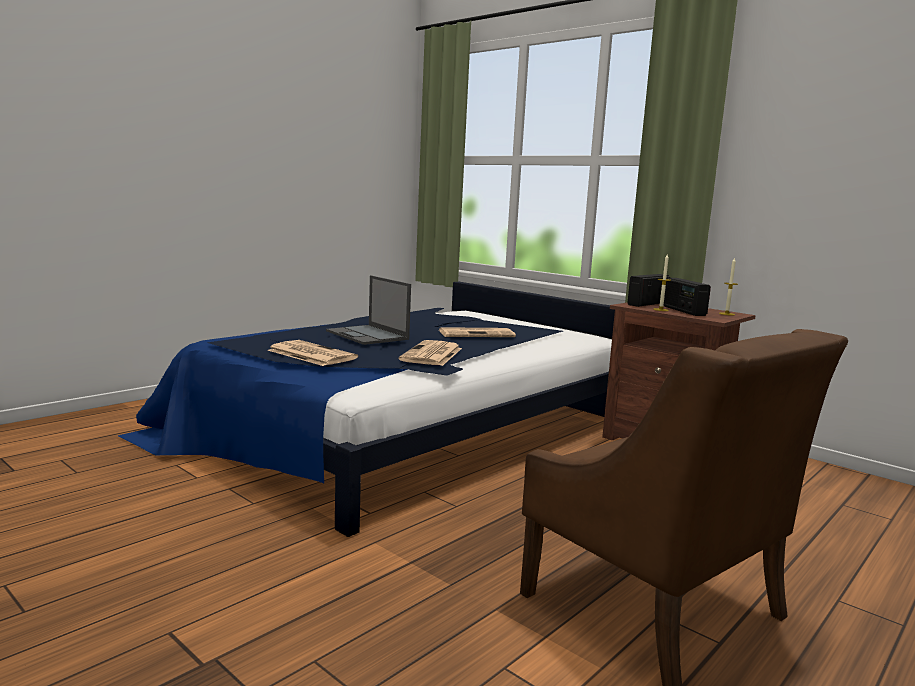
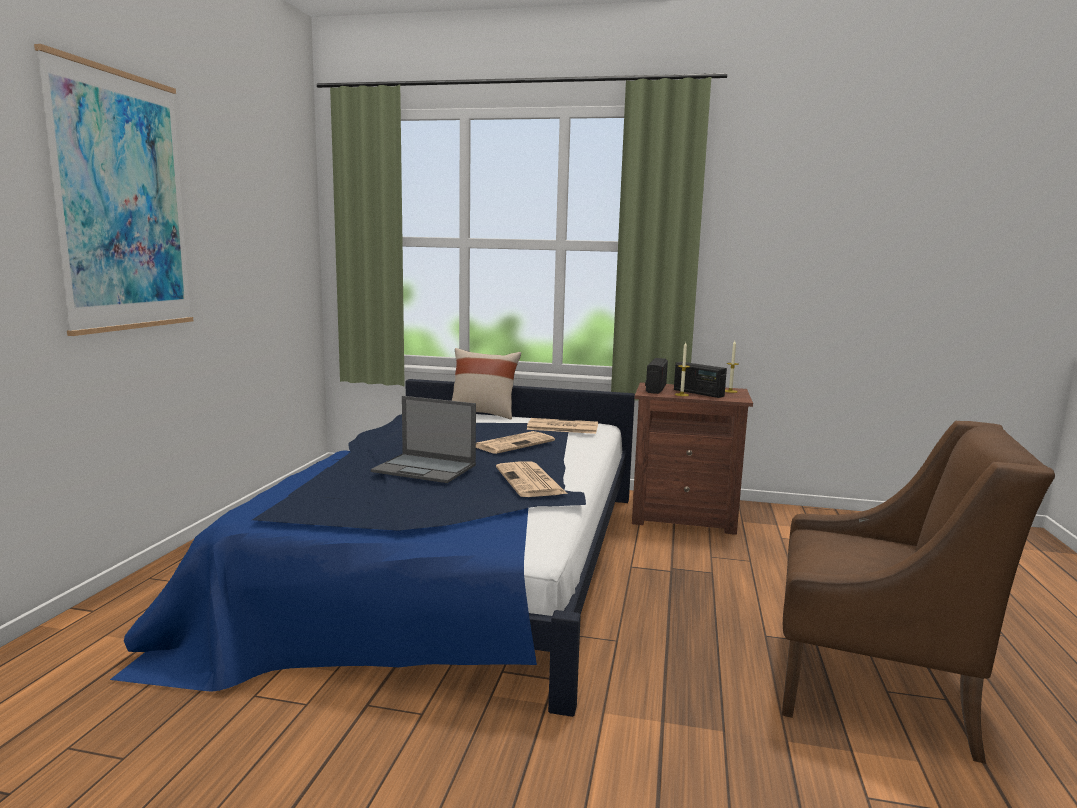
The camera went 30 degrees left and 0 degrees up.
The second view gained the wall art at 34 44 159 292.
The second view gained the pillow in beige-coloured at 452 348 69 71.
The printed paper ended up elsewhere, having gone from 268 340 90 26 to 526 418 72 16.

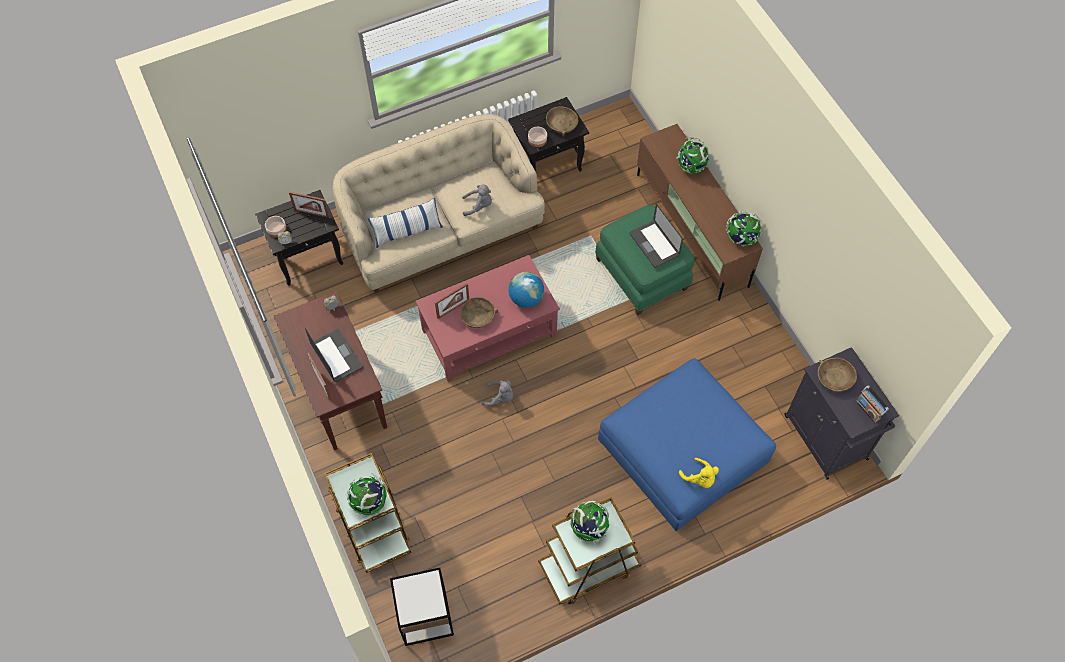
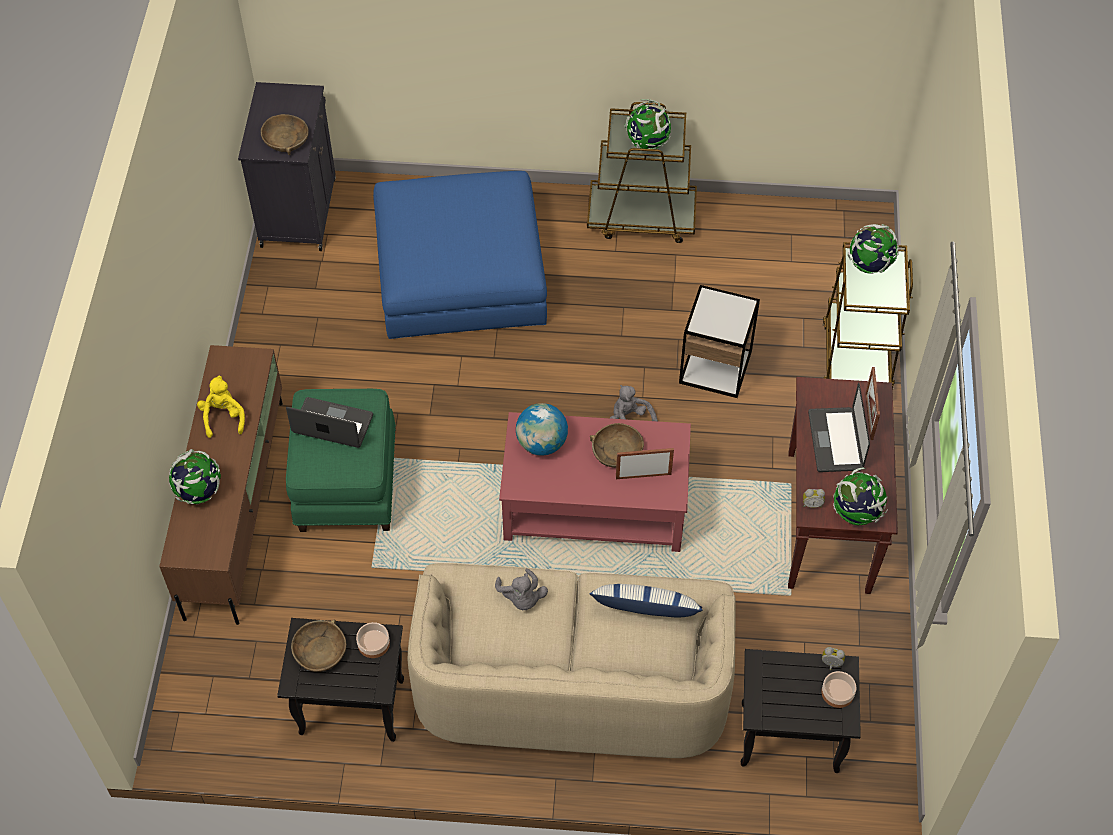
The camera went 150 degrees left and 5 degrees down.
The plush toy in yellowish ended up elsewhere, having gone from 679 458 40 30 to 197 375 48 63.
The portable computer at 630 204 53 64 ended up facing another way, 75 degrees counterclockwise from before.
The plush toy in grey at 462 185 30 31 ended up facing another way, 135 degrees counterclockwise from before.
The side table ended up elsewhere, having gone from 390 568 64 78 to 679 285 81 113.
The world globe ended up elsewhere, having gone from 726 211 36 35 to 833 468 55 57.
The second view lost the picture frame at 289 192 41 26.
The second view lost the radio receiver at 856 385 33 38.

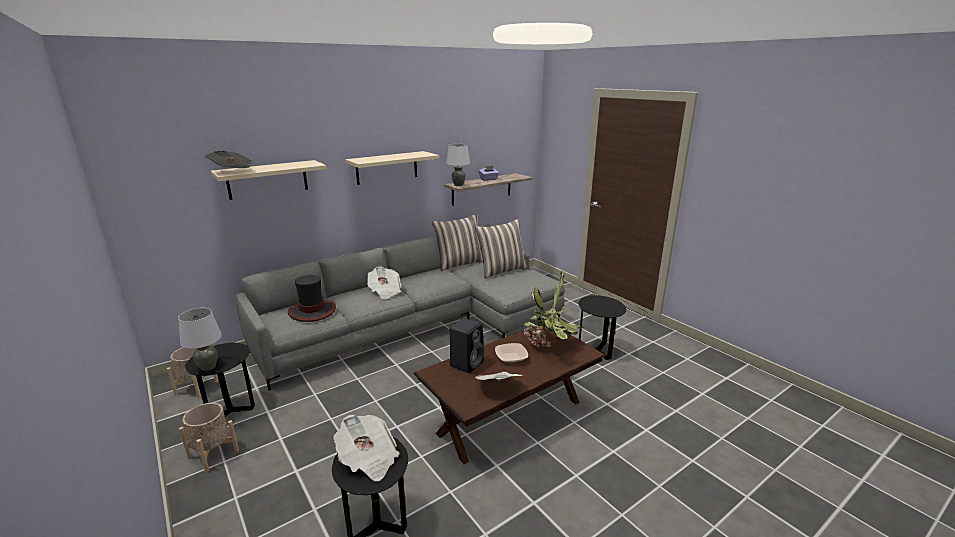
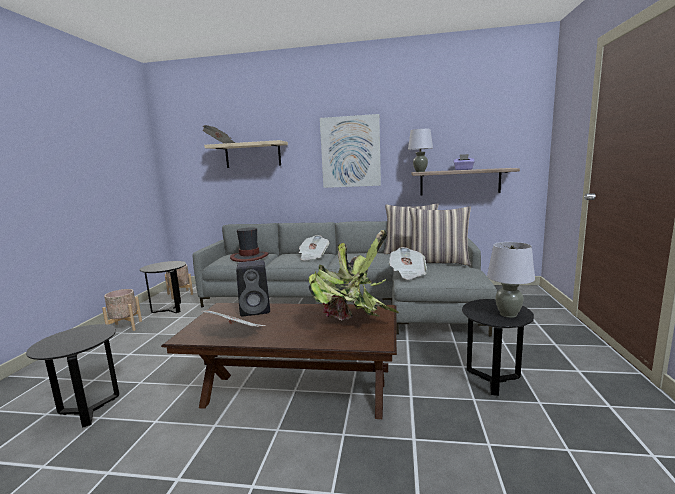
The camera went 45 degrees right and 10 degrees down.
Where the bracket shelf in beige-coloured hung at 345 151 94 34, the wall art came to hang at 320 114 61 74.
The printed paper ended up elsewhere, having gone from 333 414 67 67 to 389 247 38 33.
The lamp for a table in grey ended up elsewhere, having gone from 178 308 44 63 to 487 242 48 76.
The second view lost the serving bowl at 495 343 33 20.

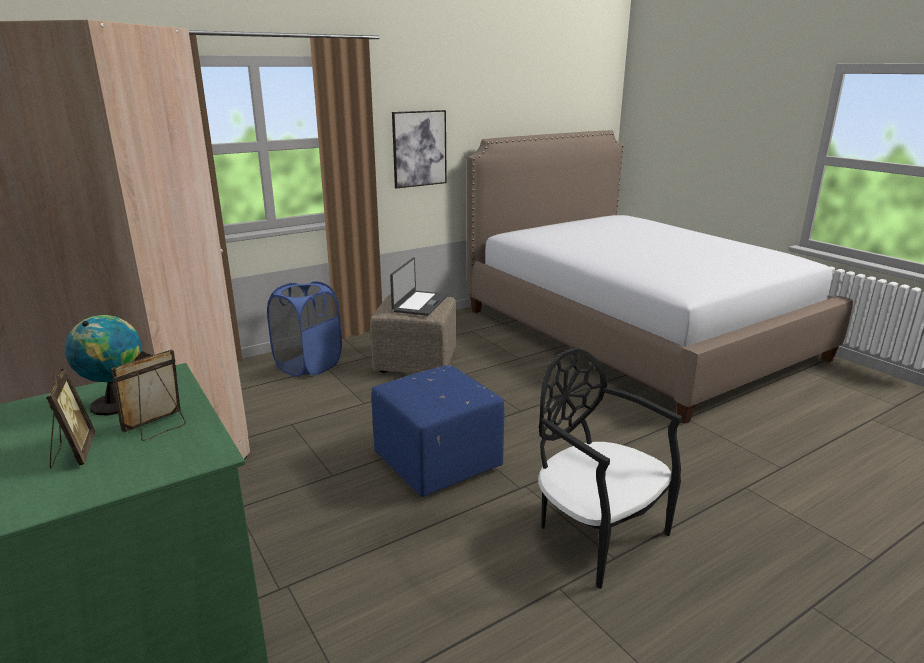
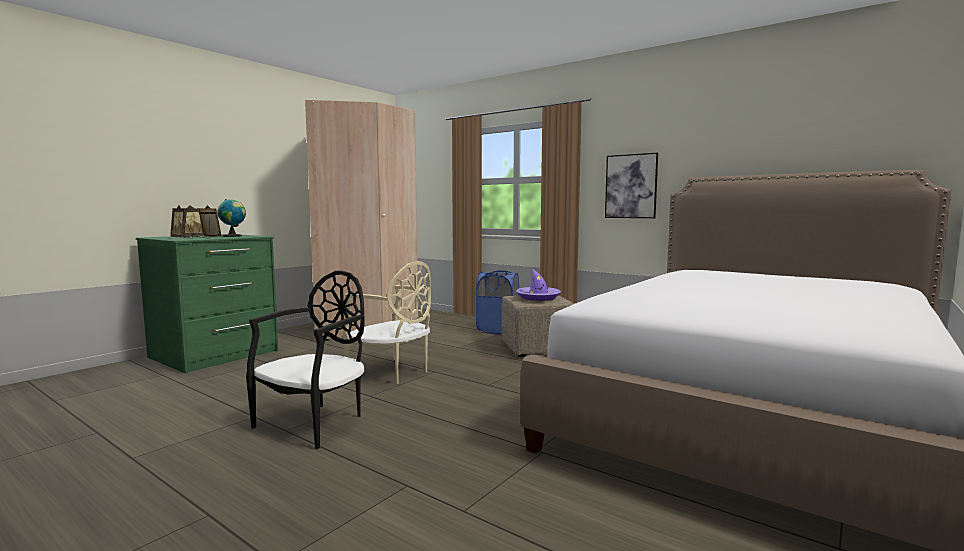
The camera went 70 degrees right and 15 degrees down.
The second view gained the picture frame at 170 206 23 32.
Where the pouffe in blue stood at 371 365 133 132, the upright chair in beige-coloured came to stand at 343 261 88 123.
Where the portable computer stood at 390 258 58 58, the wearable hat in purple-coloured came to stand at 516 269 45 32.

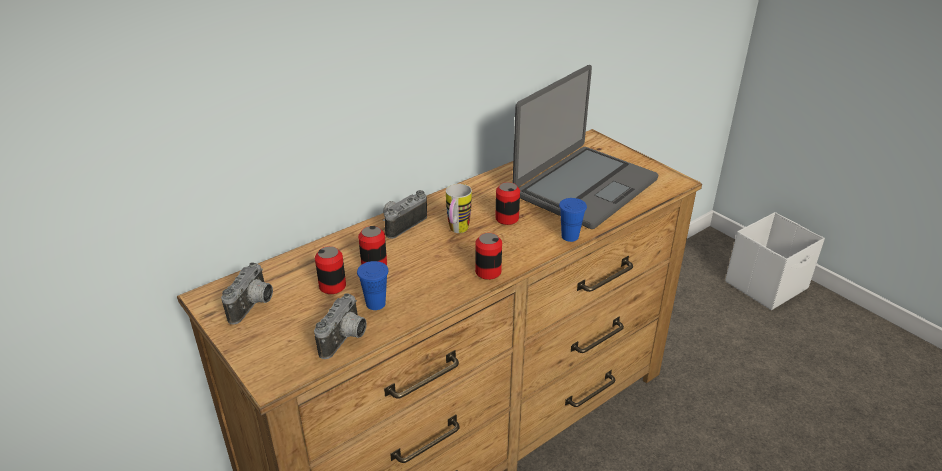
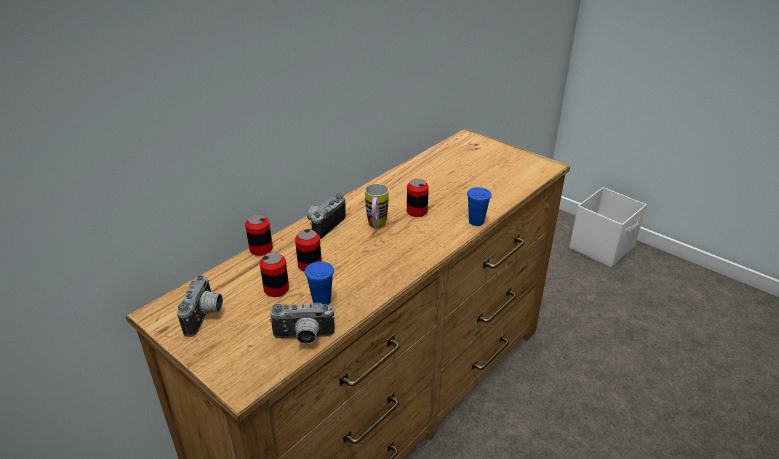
The camera went 10 degrees left and 0 degrees up.
The metal can ended up elsewhere, having gone from 475 233 27 47 to 245 214 28 42.
The photo camera at 314 293 53 66 ended up facing another way, 75 degrees clockwise from before.
The second view lost the portable computer at 513 65 145 164.

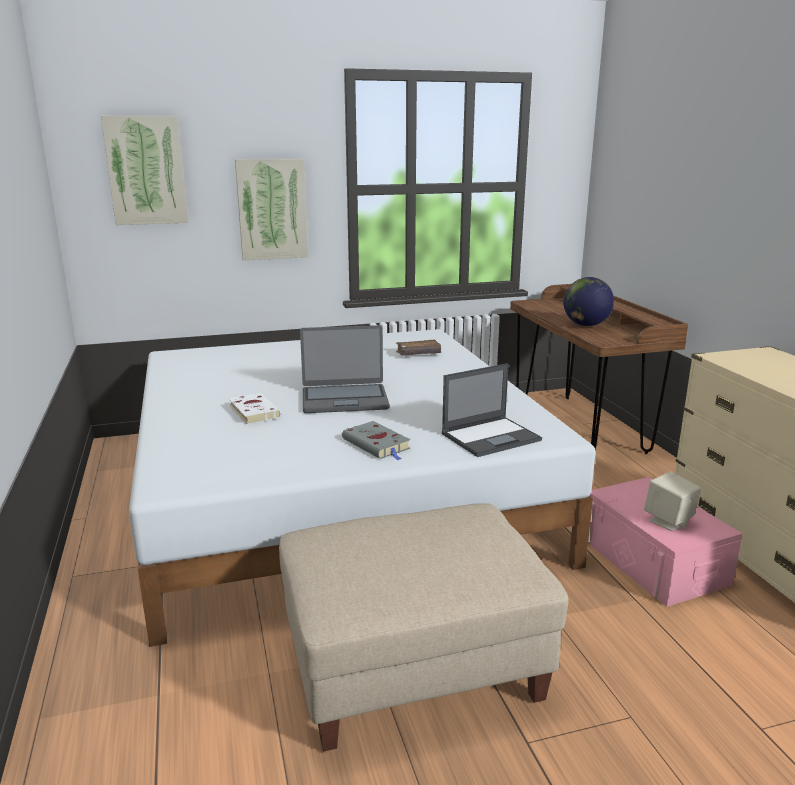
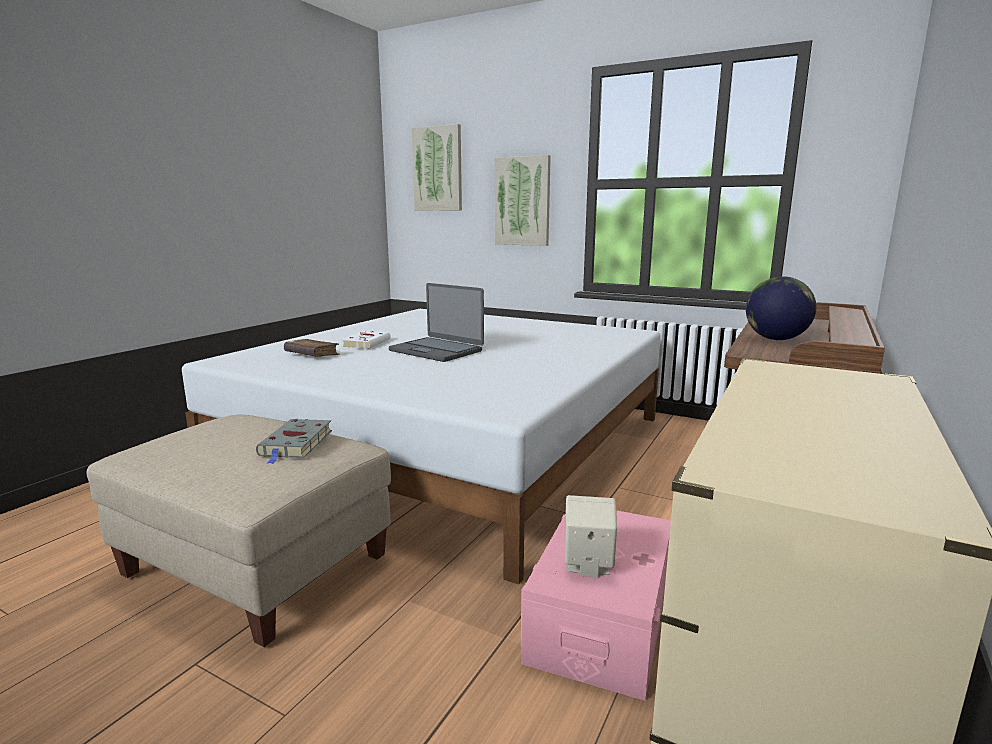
The camera went 45 degrees right and 5 degrees down.
The volume in grey ended up elsewhere, having gone from 342 421 68 39 to 256 419 76 45.
The volume in brownish ended up elsewhere, having gone from 396 339 45 16 to 284 339 55 18.
The second view lost the portable computer at 442 363 100 94.

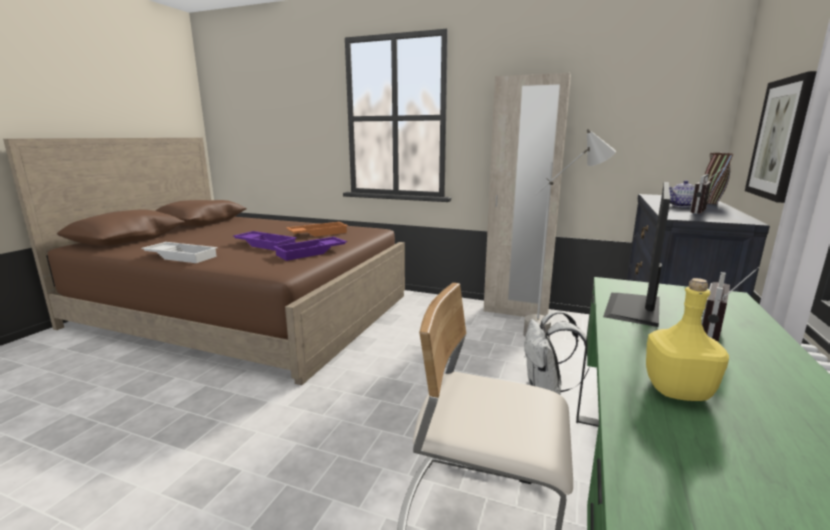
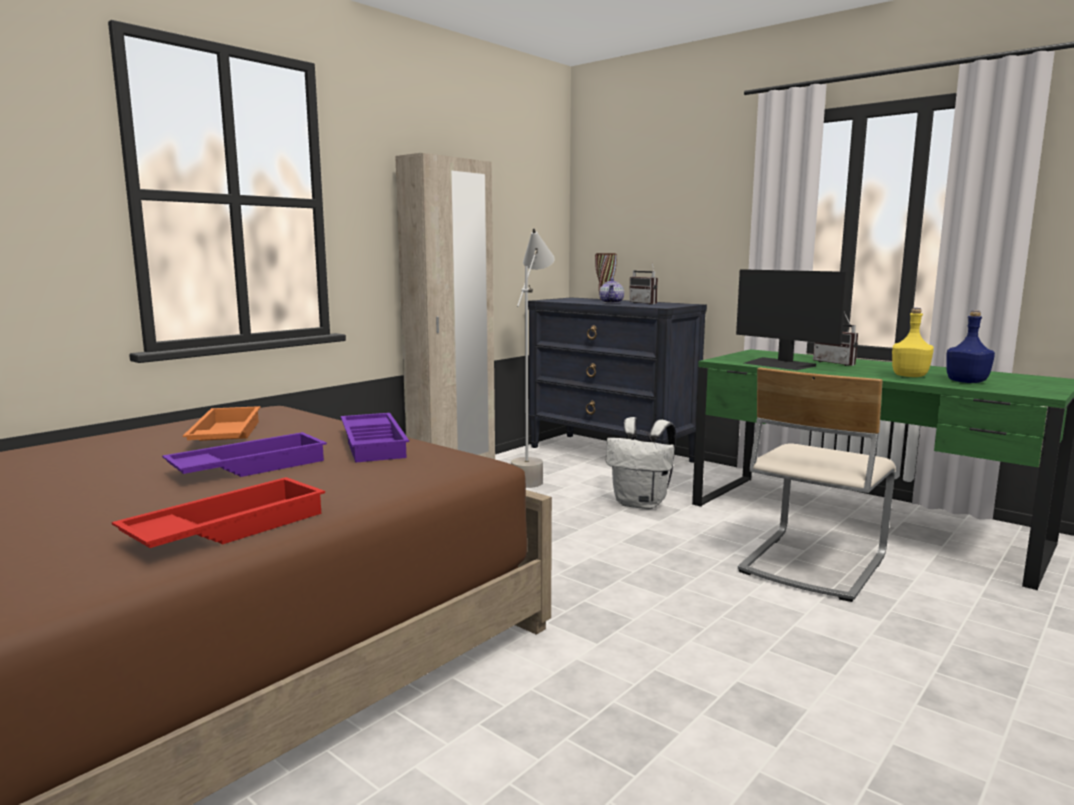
The camera went 70 degrees left and 5 degrees down.
What was the carrying tray in white-coloured at 141 242 77 21 turned into the carrying tray in reddish at 112 477 213 71.
The second view gained the bottle in blue at 946 310 49 73.
The second view lost the wall art at 745 71 72 132.

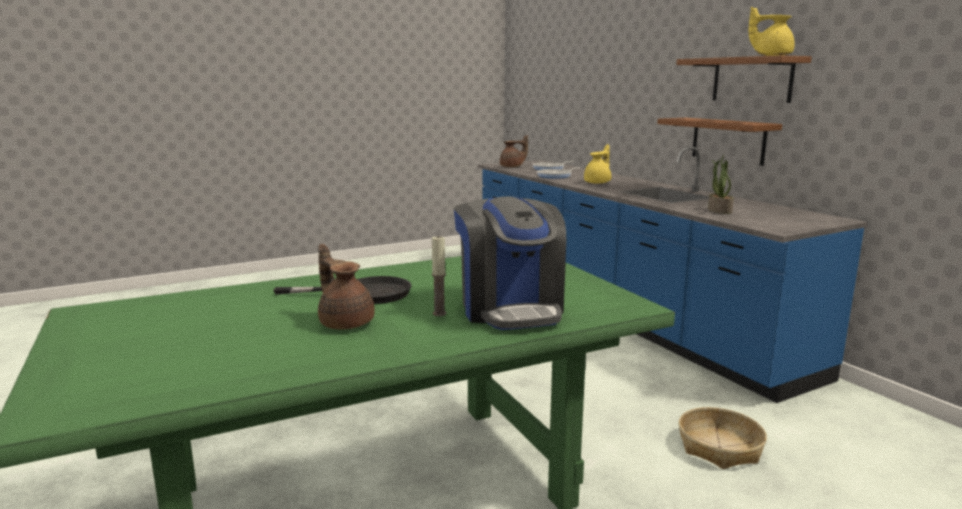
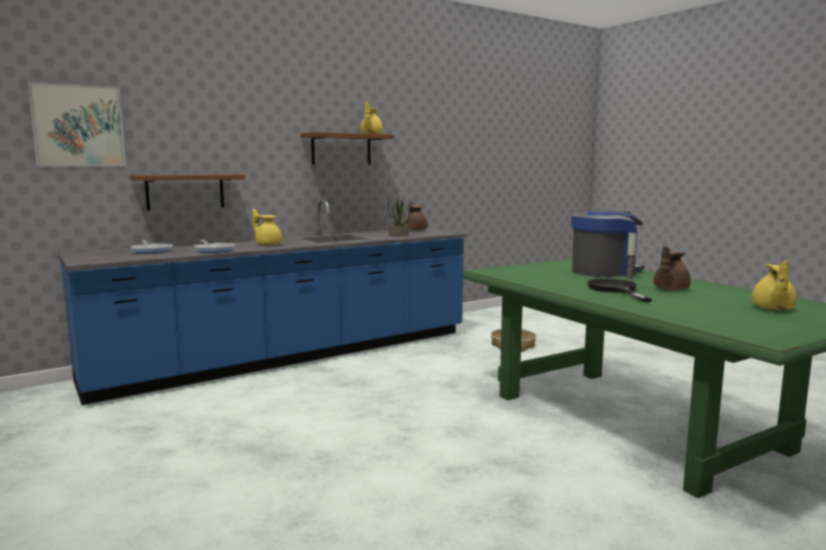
The camera went 95 degrees left and 5 degrees down.
The second view gained the wall art at 27 82 99 84.
The bracket shelf in brownish ended up elsewhere, having gone from 657 118 125 48 to 130 174 115 36.
The pot for tea in brownish ended up elsewhere, having gone from 500 135 28 32 to 406 200 22 30.
The second view gained the pot for tea in yellowish at 751 260 46 50.

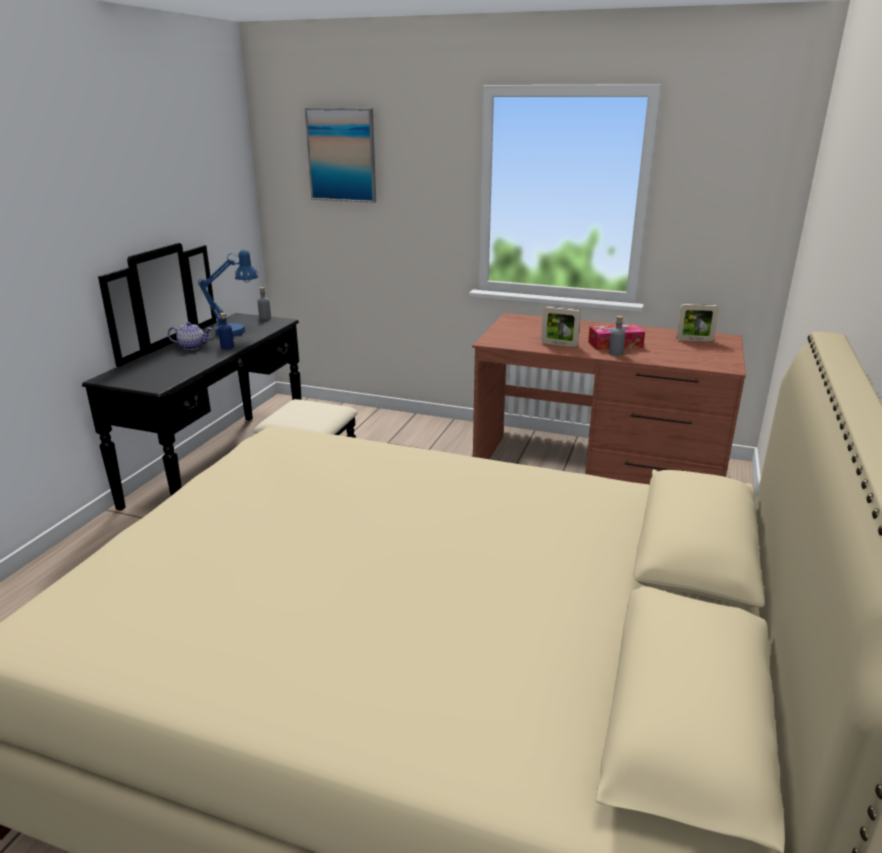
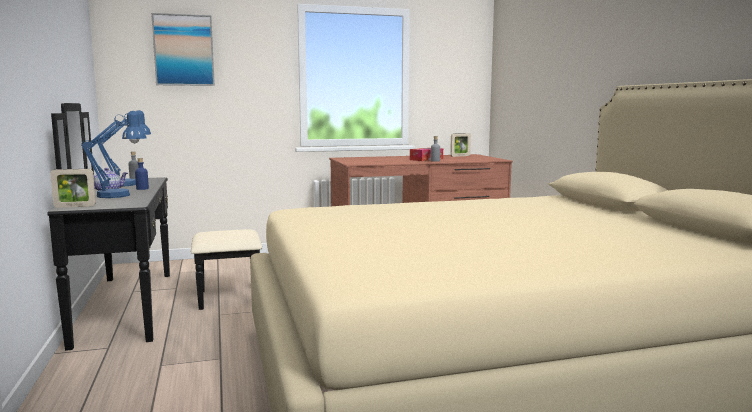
The camera went 35 degrees left and 15 degrees down.
The picture frame ended up elsewhere, having gone from 541 307 40 40 to 50 169 46 39.
The second view gained the lamp for a table in blue at 81 111 65 87.

